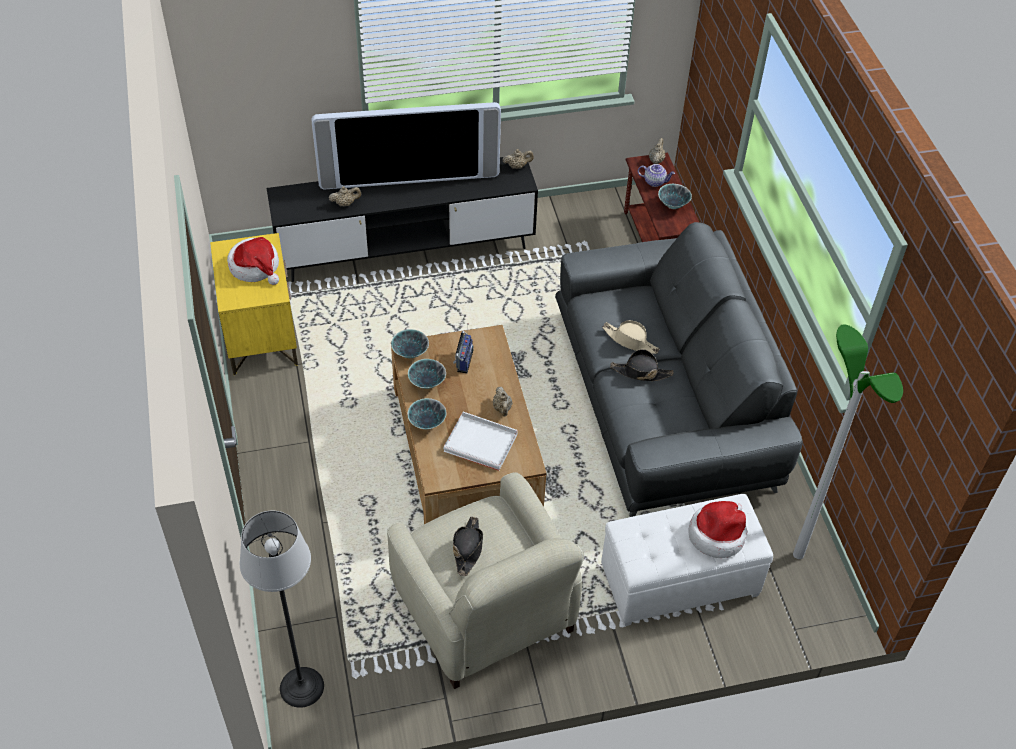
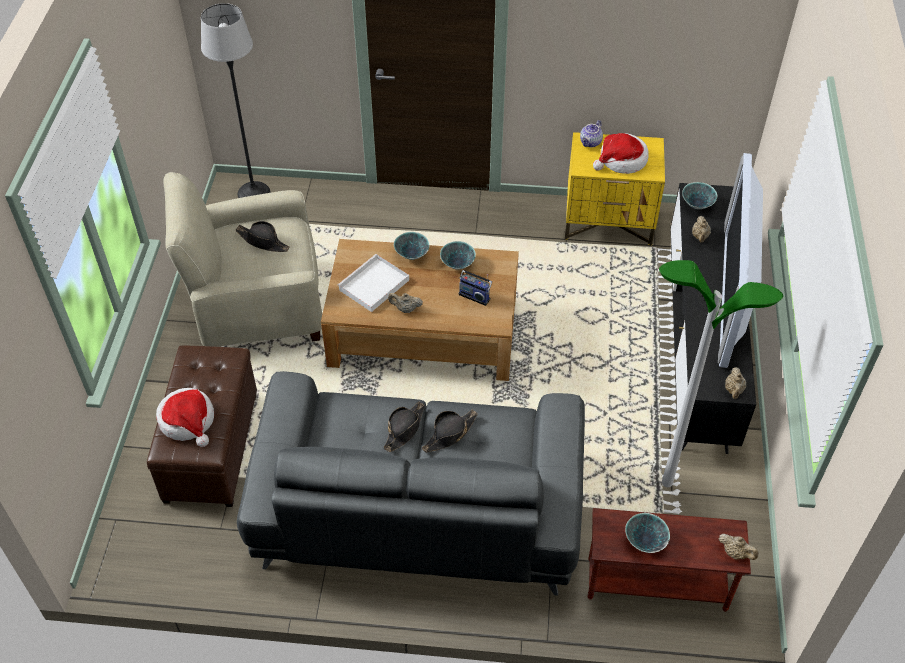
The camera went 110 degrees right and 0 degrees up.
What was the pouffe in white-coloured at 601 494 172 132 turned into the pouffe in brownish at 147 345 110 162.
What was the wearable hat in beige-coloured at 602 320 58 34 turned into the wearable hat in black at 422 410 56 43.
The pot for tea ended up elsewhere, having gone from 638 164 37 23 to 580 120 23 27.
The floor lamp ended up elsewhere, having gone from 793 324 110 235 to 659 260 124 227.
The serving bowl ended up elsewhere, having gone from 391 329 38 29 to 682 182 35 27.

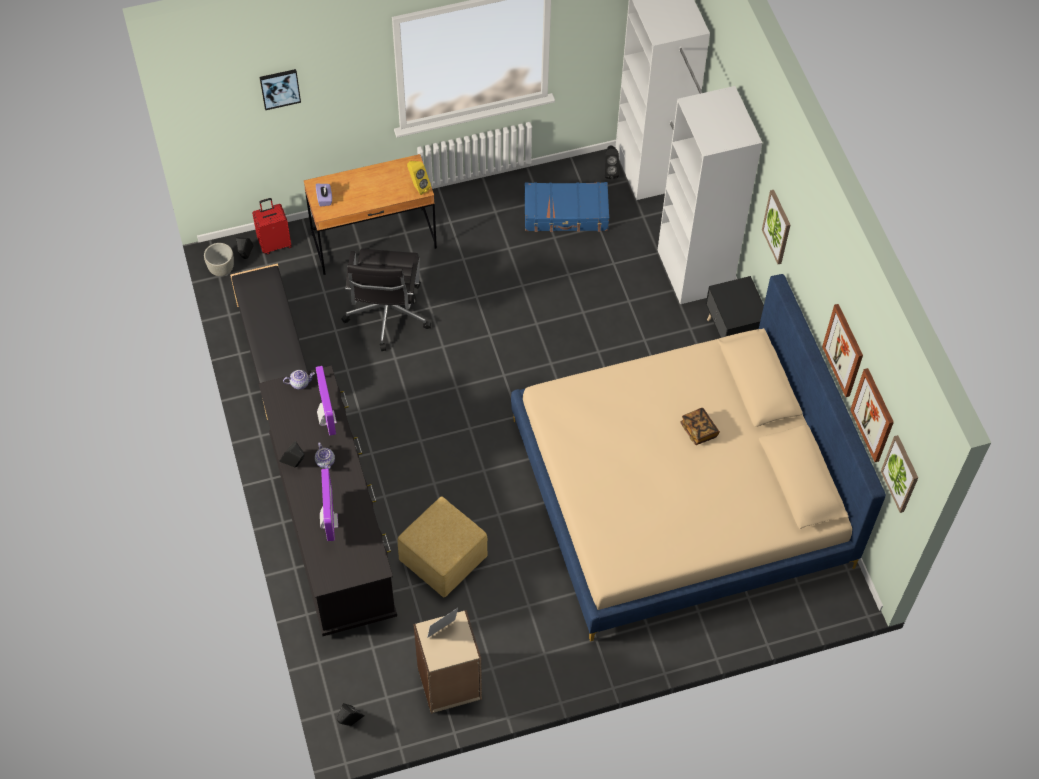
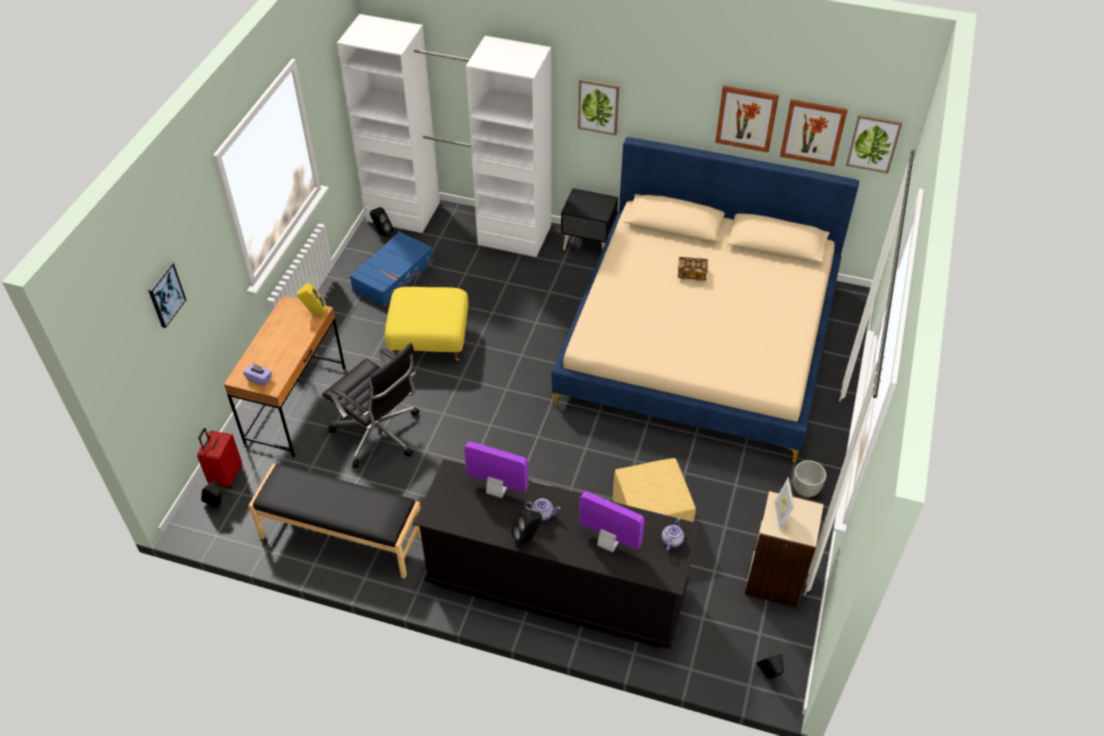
The camera went 55 degrees left and 10 degrees down.
The second view gained the pouffe in yellowish at 385 287 83 74.
The pot for tea ended up elsewhere, having gone from 283 370 32 20 to 662 517 22 34.
The flower pot in grey ended up elsewhere, having gone from 204 243 30 33 to 793 460 33 37.

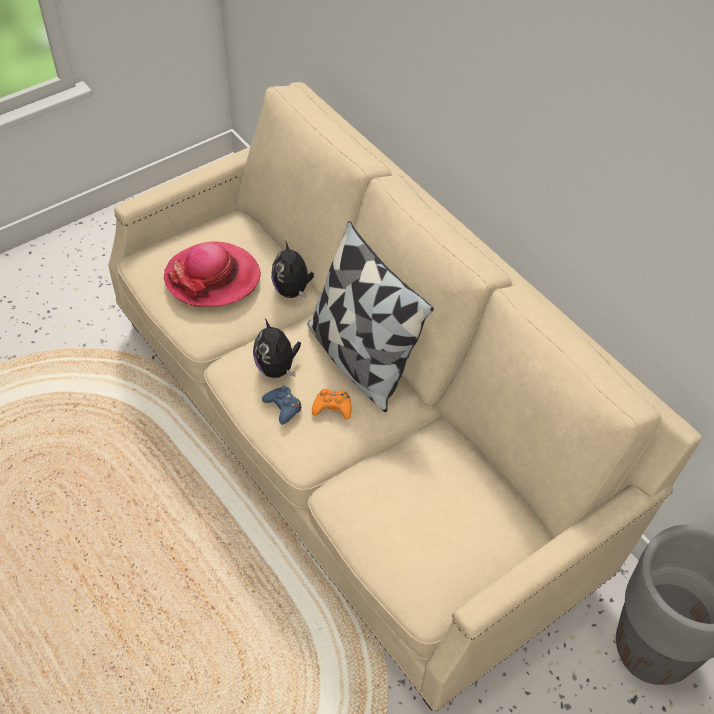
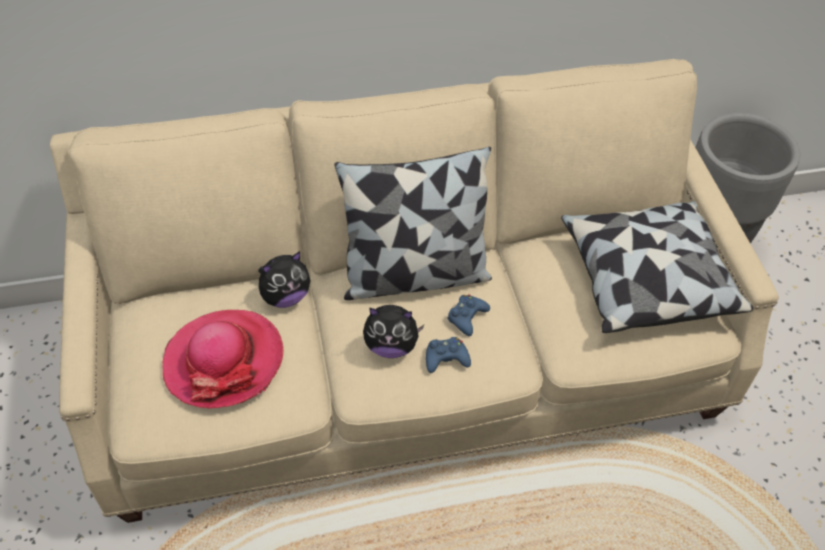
The camera went 65 degrees left and 0 degrees up.
The plush toy at 271 240 43 58 ended up facing another way, 45 degrees counterclockwise from before.
What was the joypad in orange at 312 389 40 31 turned into the joypad in blue at 447 294 43 42.
The second view gained the pillow at 561 201 192 132.

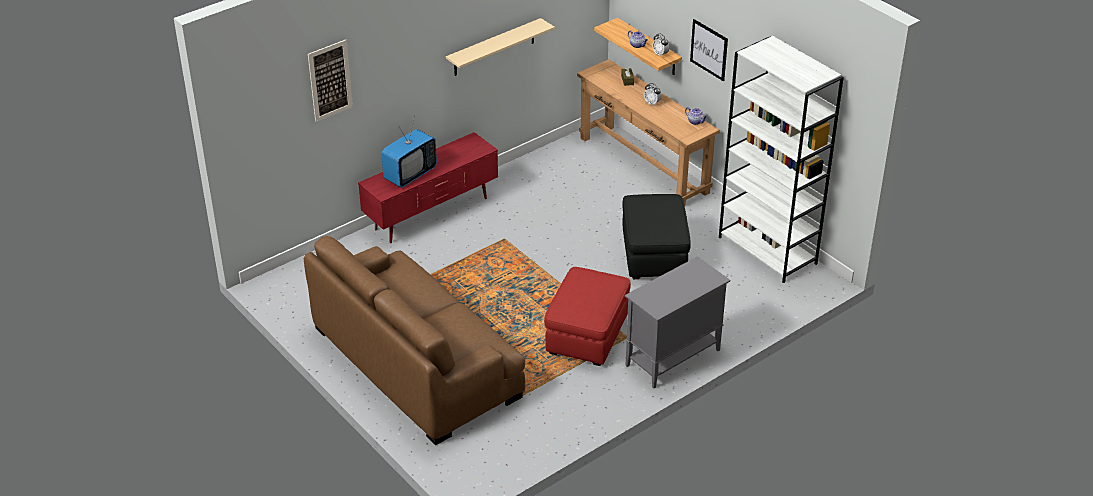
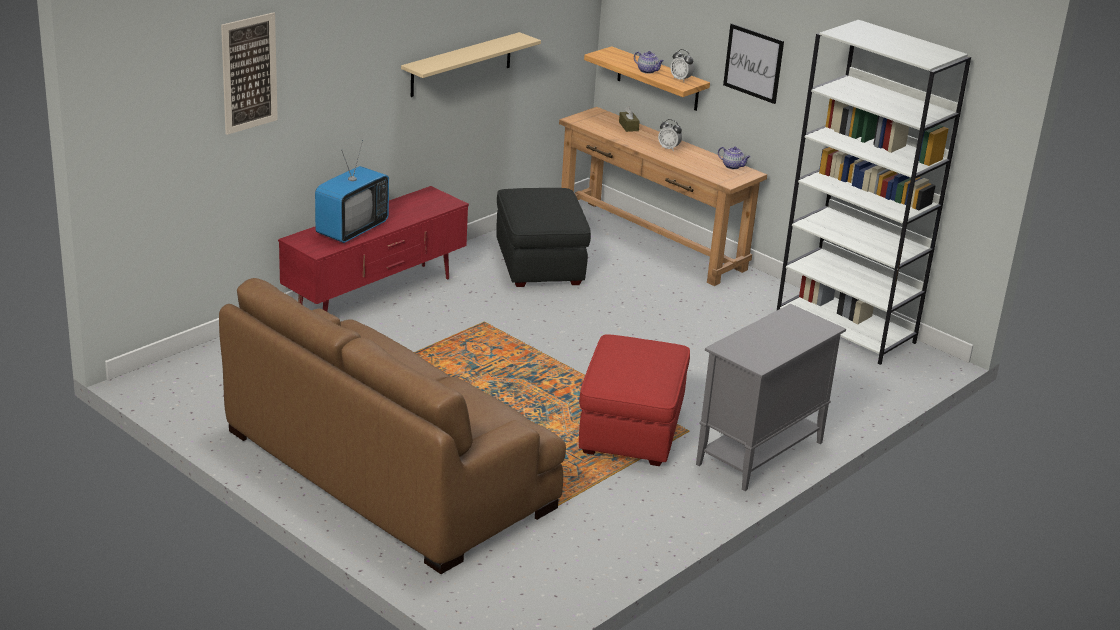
The camera went 10 degrees left and 10 degrees down.
The pouffe in black ended up elsewhere, having gone from 622 194 69 85 to 496 188 95 99.

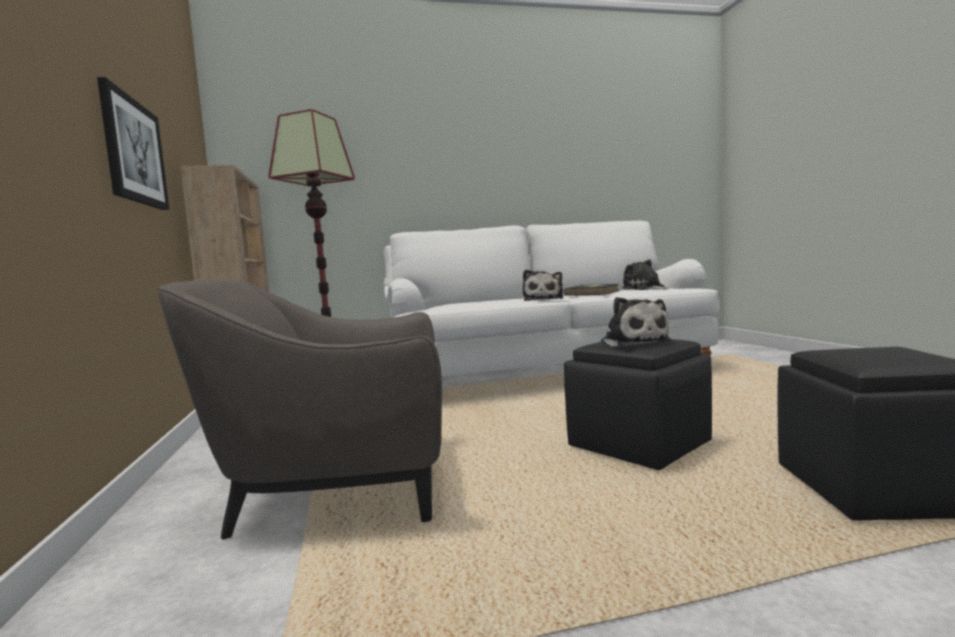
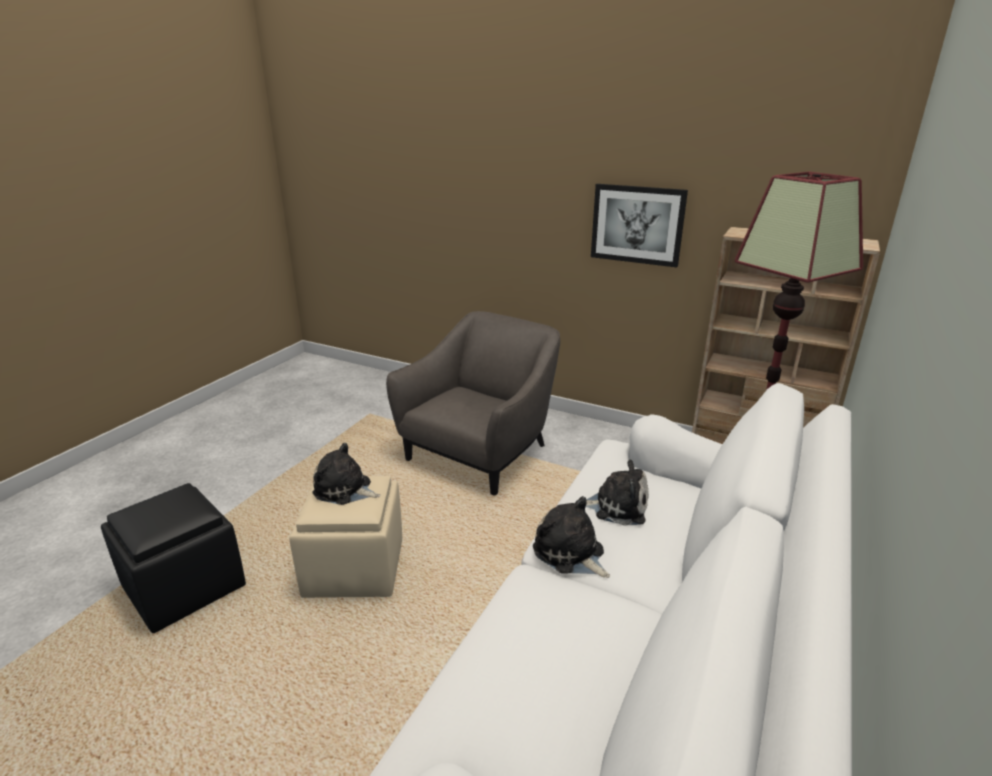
The camera went 130 degrees right and 20 degrees up.
What was the pouffe in black at 564 339 148 131 turned into the pouffe in beige-coloured at 289 476 113 122.
The plush toy ended up elsewhere, having gone from 622 259 47 31 to 586 459 63 66.
The second view lost the volume at 564 284 55 12.

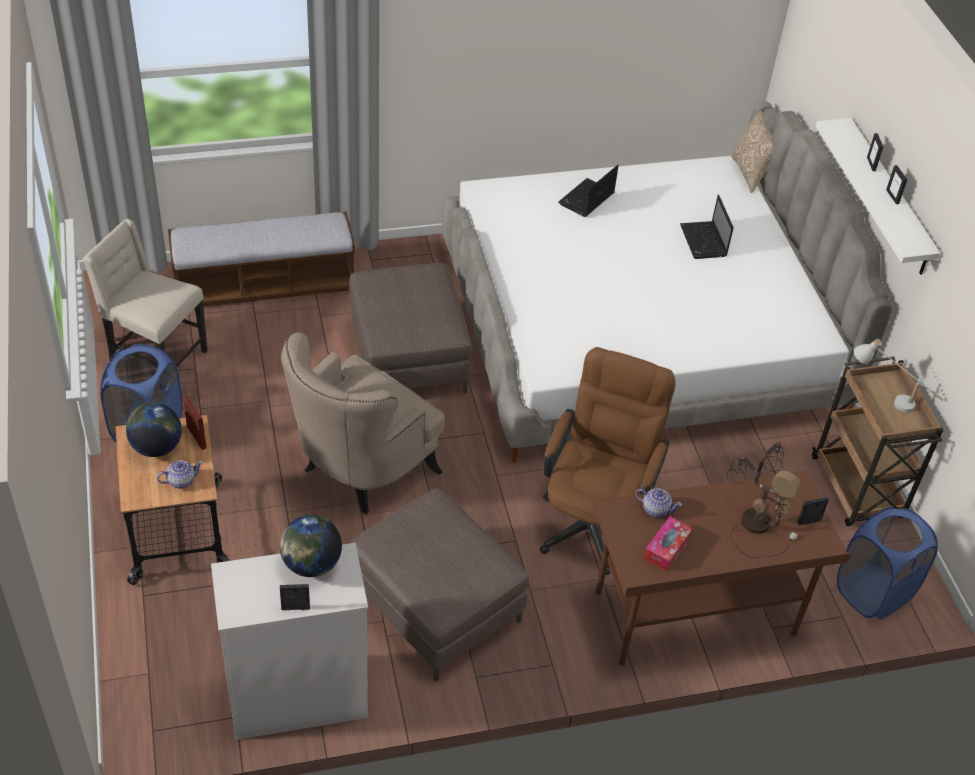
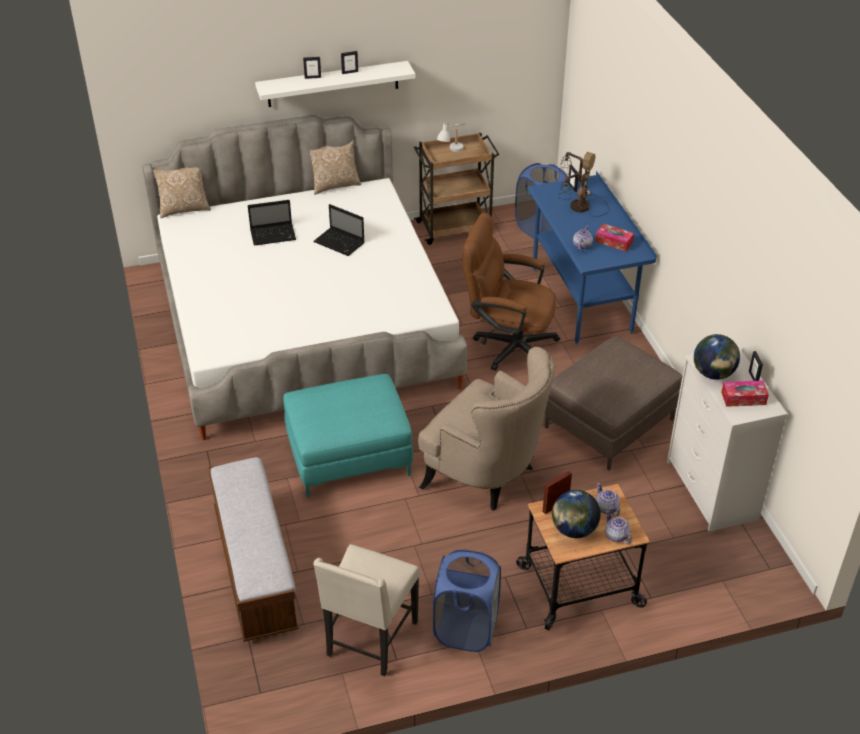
The camera went 90 degrees left and 5 degrees down.
What was the pouffe in brownish at 349 263 123 131 turned into the pouffe in turquoise-coloured at 283 374 130 124.
The second view gained the pillow at 310 140 51 55.
The portable computer ended up elsewhere, having gone from 559 165 60 52 to 313 204 52 52.
What was the desk table in brownish at 593 471 258 196 turned into the desk table in blue at 527 171 130 174.
The second view gained the pot for tea at 605 510 27 34.
The second view gained the tissue box at 721 380 48 27.

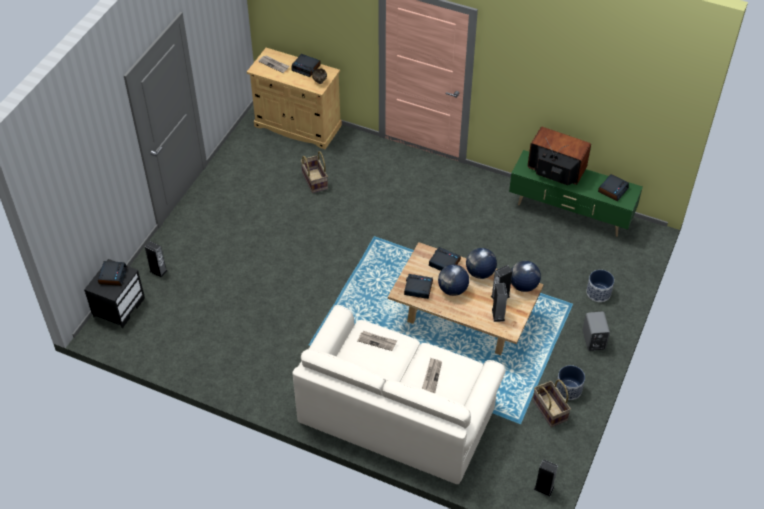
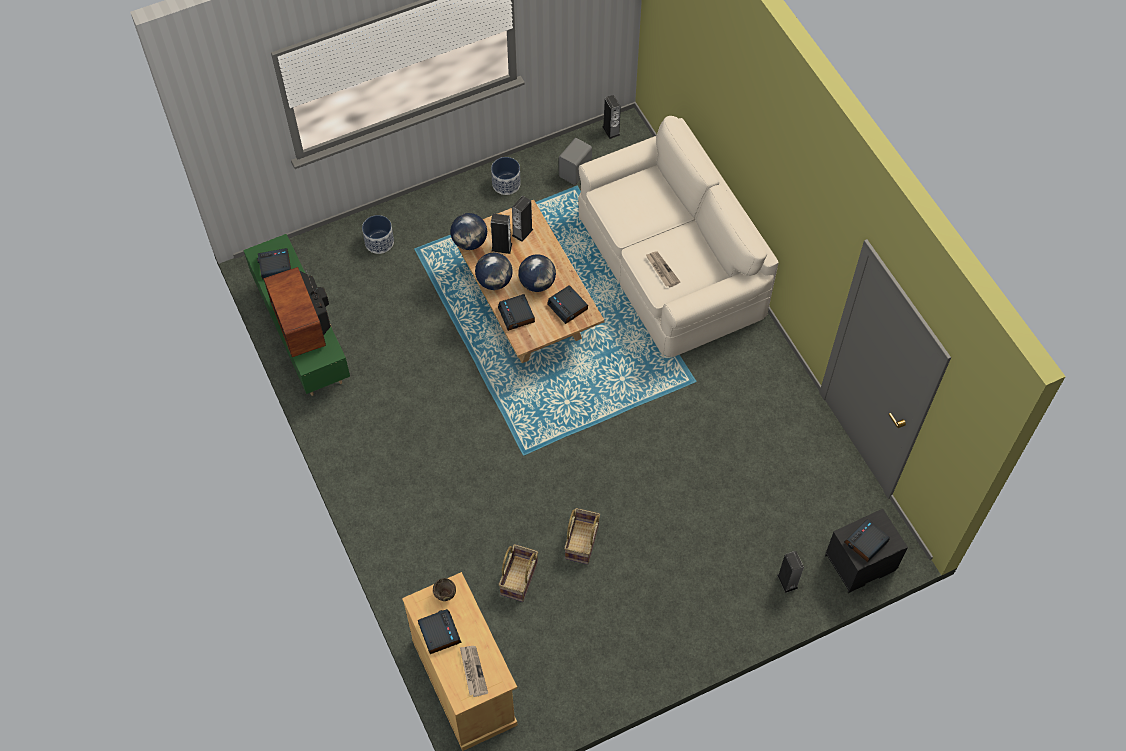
The camera went 140 degrees left and 10 degrees up.
The audio speaker in grey ended up elsewhere, having gone from 582 312 28 39 to 559 138 33 47.
The basket ended up elsewhere, having gone from 533 379 38 49 to 564 508 36 56.
The second view lost the printed paper at 422 358 20 35.

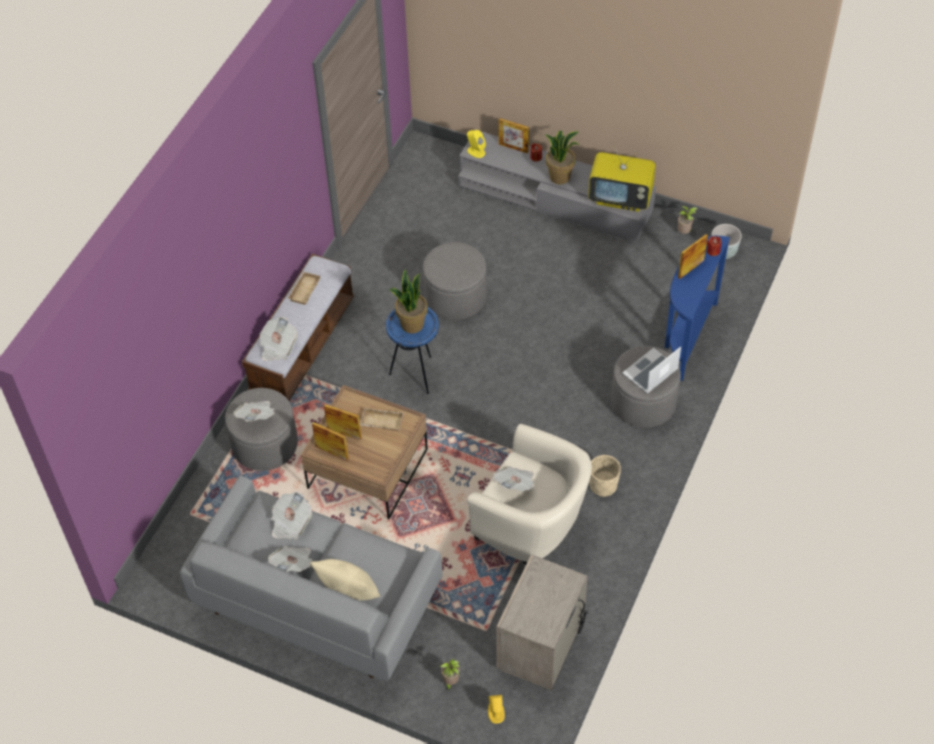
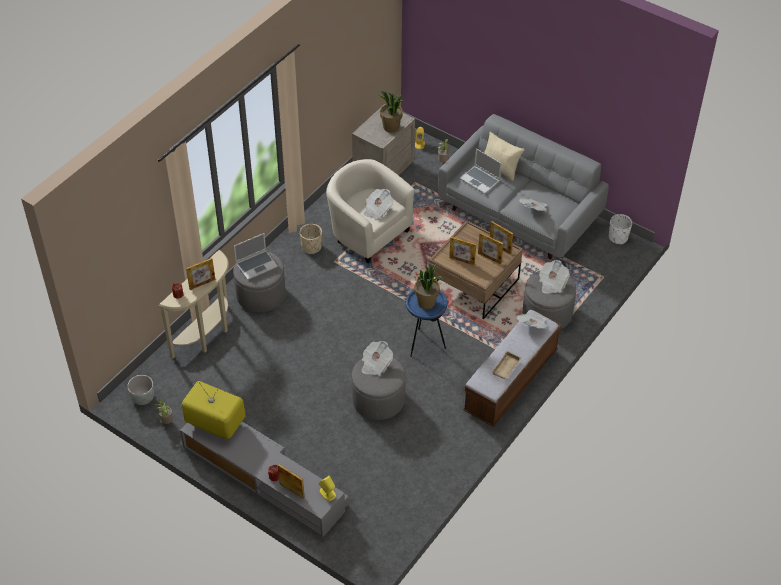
The camera went 170 degrees left and 5 degrees down.
What was the hall table in blue at 665 236 65 145 turned into the hall table in beige-coloured at 159 250 70 109.
The printed paper ended up elsewhere, having gone from 268 546 44 26 to 362 341 31 35.
The houseplant ended up elsewhere, having gone from 544 131 36 53 to 378 91 25 42.
Where the carrying tray in beige-coloured stood at 360 408 44 23, the picture frame came to stand at 449 237 27 28.
The second view gained the portable computer at 460 148 41 46.
The second view gained the flower pot in white-coloured at 609 214 23 31.

